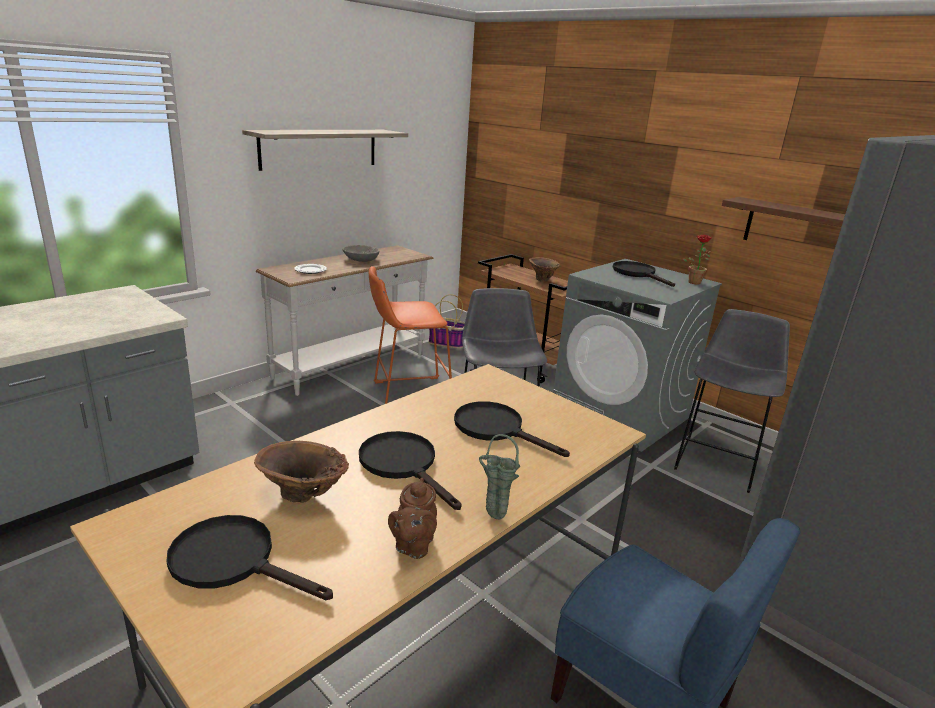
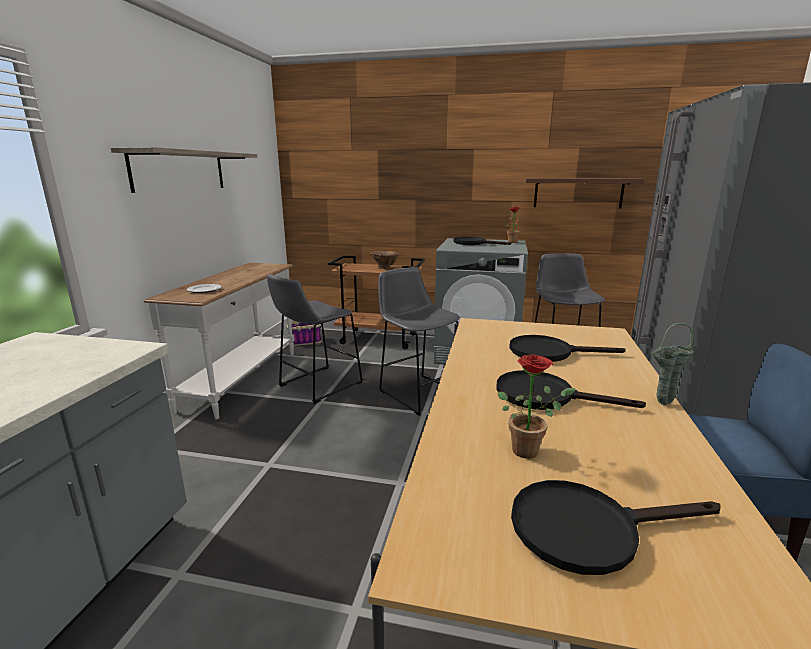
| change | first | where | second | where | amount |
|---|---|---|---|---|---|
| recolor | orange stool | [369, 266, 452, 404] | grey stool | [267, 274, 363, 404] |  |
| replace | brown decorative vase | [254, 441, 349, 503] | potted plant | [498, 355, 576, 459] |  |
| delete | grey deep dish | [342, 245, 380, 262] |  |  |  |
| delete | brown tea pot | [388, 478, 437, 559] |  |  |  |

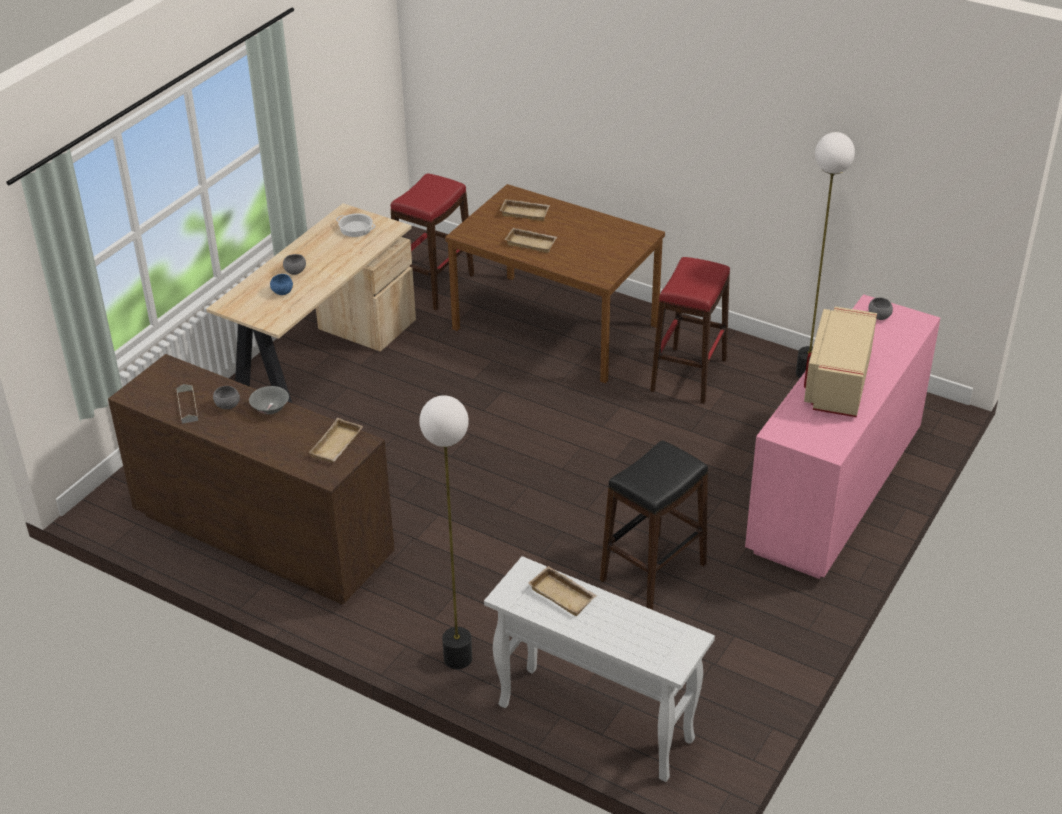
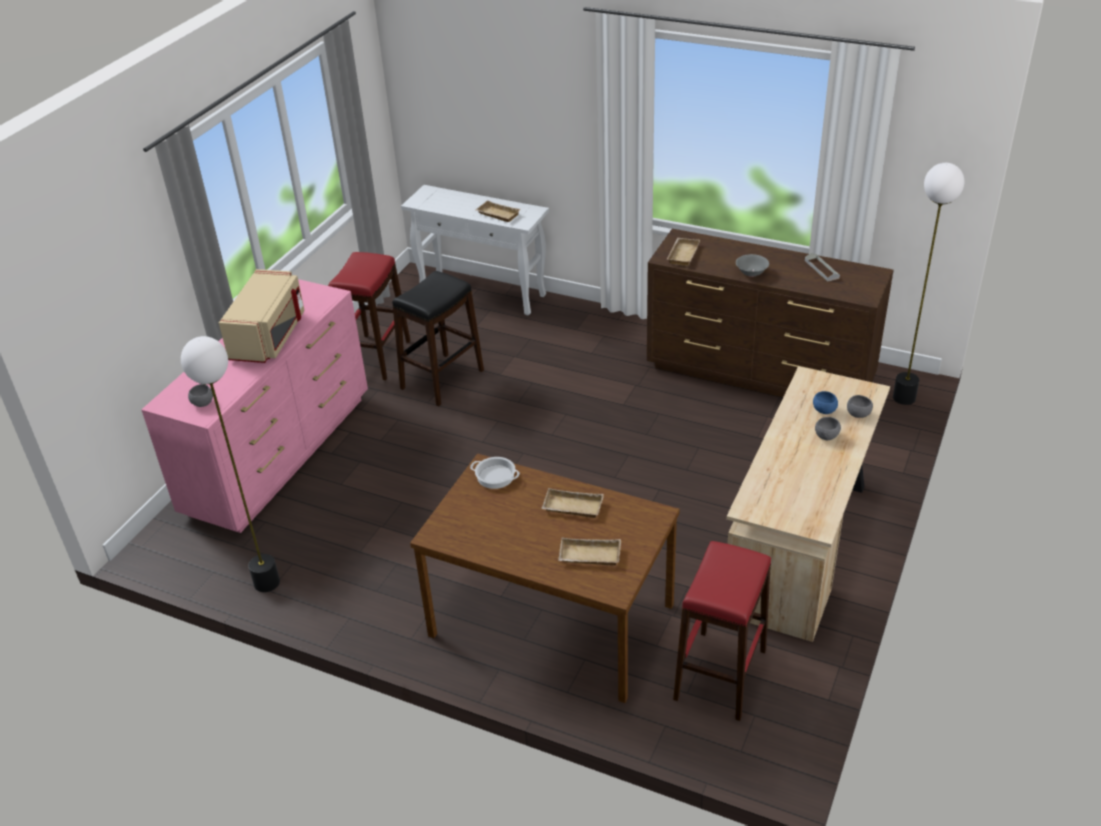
| change | first | where | second | where | amount |
|---|---|---|---|---|---|
| move | red stool | [650, 257, 730, 404] |  | [328, 252, 411, 380] |  |
| move | cooking pot | [336, 213, 376, 237] |  | [470, 457, 520, 489] |  |
| move | grey deep dish | [213, 386, 240, 409] |  | [847, 395, 873, 418] |  |
| move | standard lamp | [419, 395, 472, 669] |  | [893, 163, 964, 405] |  |

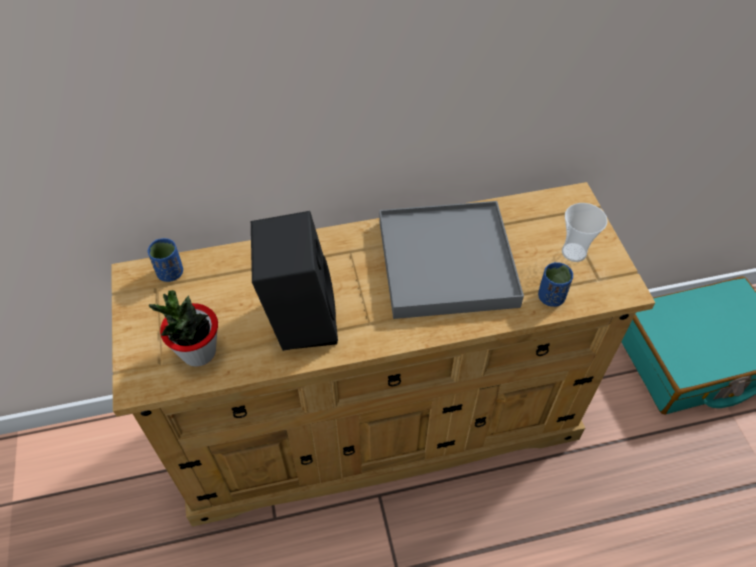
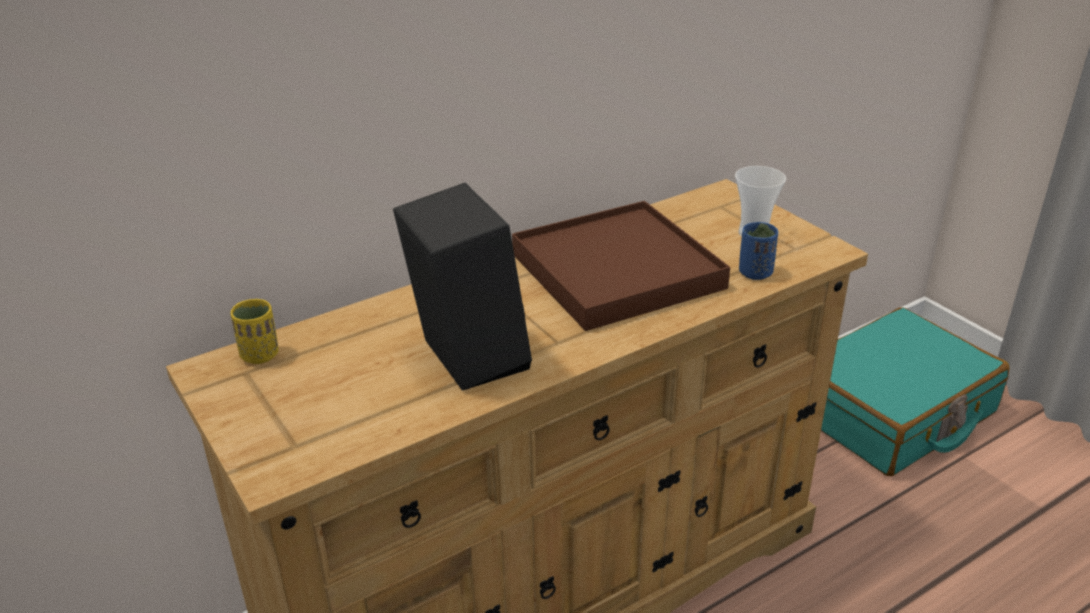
| change | first | where | second | where | amount |
|---|---|---|---|---|---|
| recolor | bluish drinking cup | [148, 238, 183, 282] | yellow-coloured drinking cup | [231, 299, 279, 364] |  |
| recolor | grey carrying tray | [379, 201, 524, 319] | brown carrying tray | [512, 201, 730, 331] |  |
| delete | potted plant | [149, 290, 218, 367] |  |  |  |

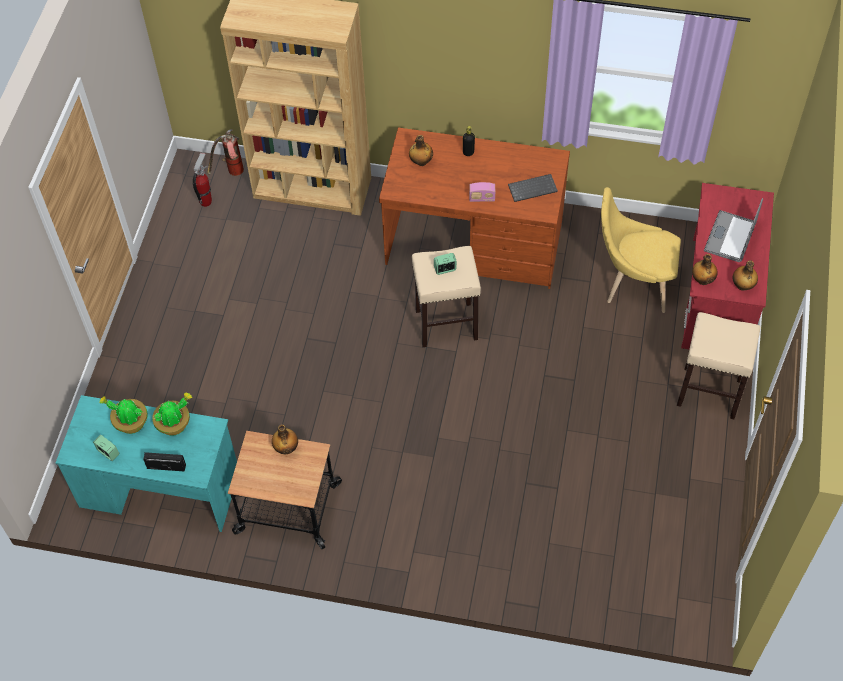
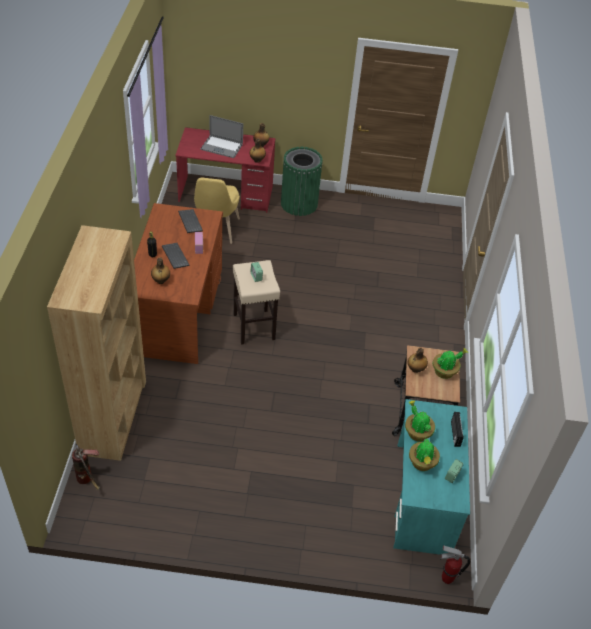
| change | first | where | second | where | amount |
|---|---|---|---|---|---|
| insert |  |  | PC keyboard | [162, 243, 190, 269] |  |
| replace | beige stool | [677, 312, 761, 419] | green waste bin | [281, 147, 323, 216] |  |
| insert |  |  | potted plant | [433, 348, 468, 379] |  |
| move | extinguisher | [193, 152, 212, 207] |  | [440, 545, 470, 584] |  |

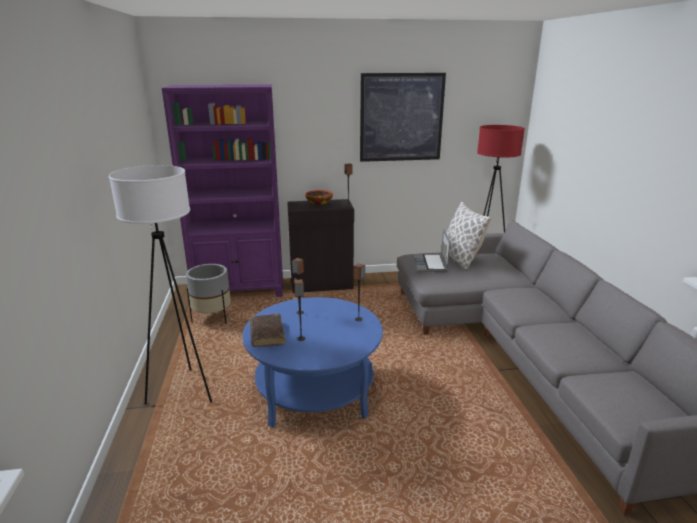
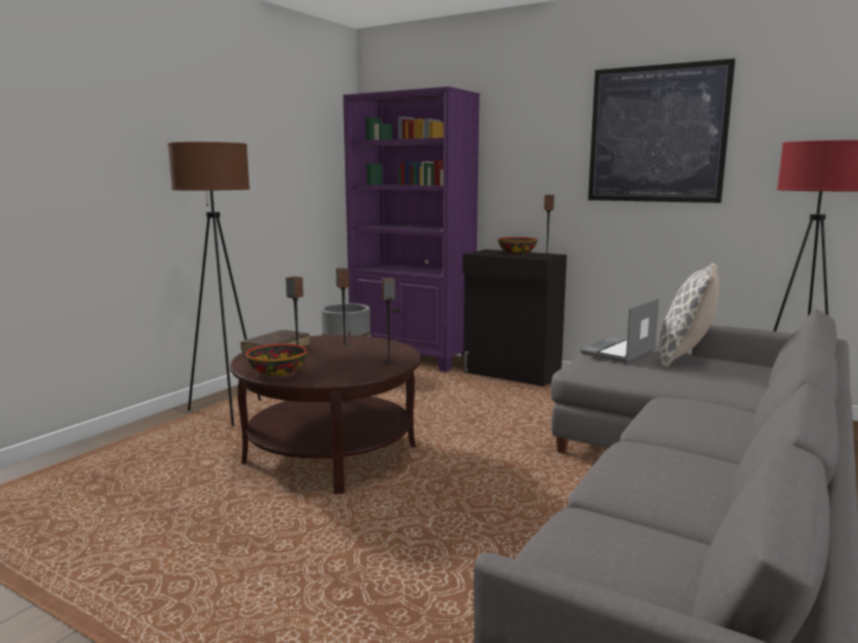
| change | first | where | second | where | amount |
|---|---|---|---|---|---|
| recolor | whitish standard lamp | [109, 165, 212, 404] | brown standard lamp | [168, 142, 261, 426] |  |
| recolor | bluish coffee table | [243, 297, 383, 428] | brown coffee table | [230, 335, 421, 494] |  |
| insert |  |  | deep dish | [246, 344, 307, 376] |  |

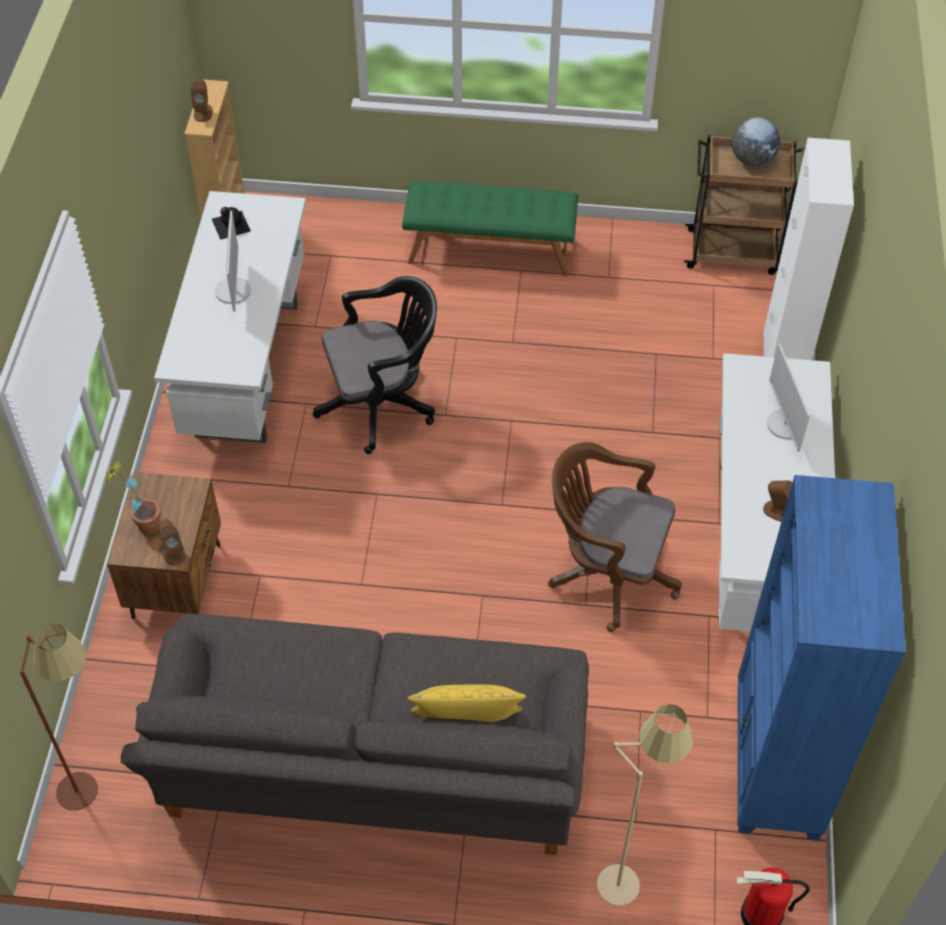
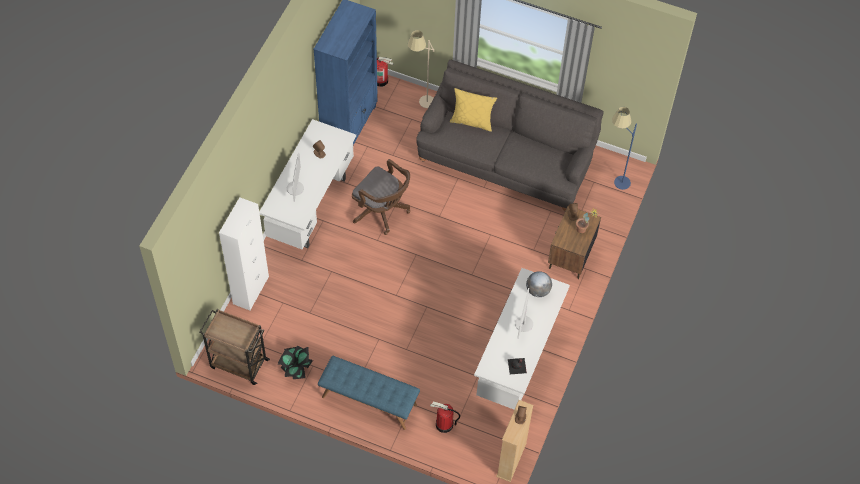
| change | first | where | second | where | amount |
|---|---|---|---|---|---|
| insert |  |  | potted plant | [278, 345, 313, 379] |  |
| recolor | green indoor bench | [402, 181, 578, 276] | bluish indoor bench | [318, 356, 420, 430] |  |
| insert |  |  | extinguisher | [430, 402, 460, 433] |  |
| move | world globe | [732, 117, 780, 166] |  | [526, 271, 552, 297] |  |
| recolor | brown standard lamp | [19, 624, 98, 810] | bluish standard lamp | [612, 107, 637, 190] |  |
| delete | blackish office chair | [313, 276, 437, 454] |  |  |  |

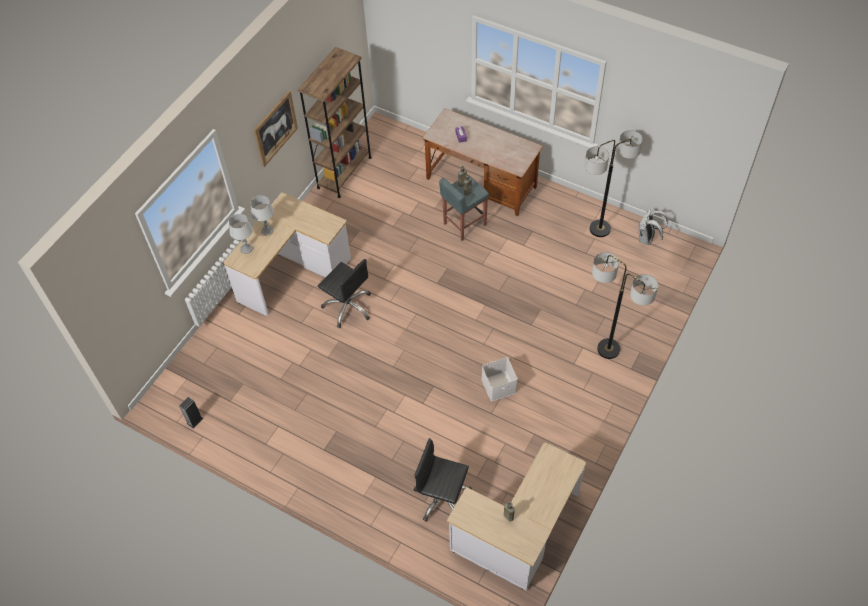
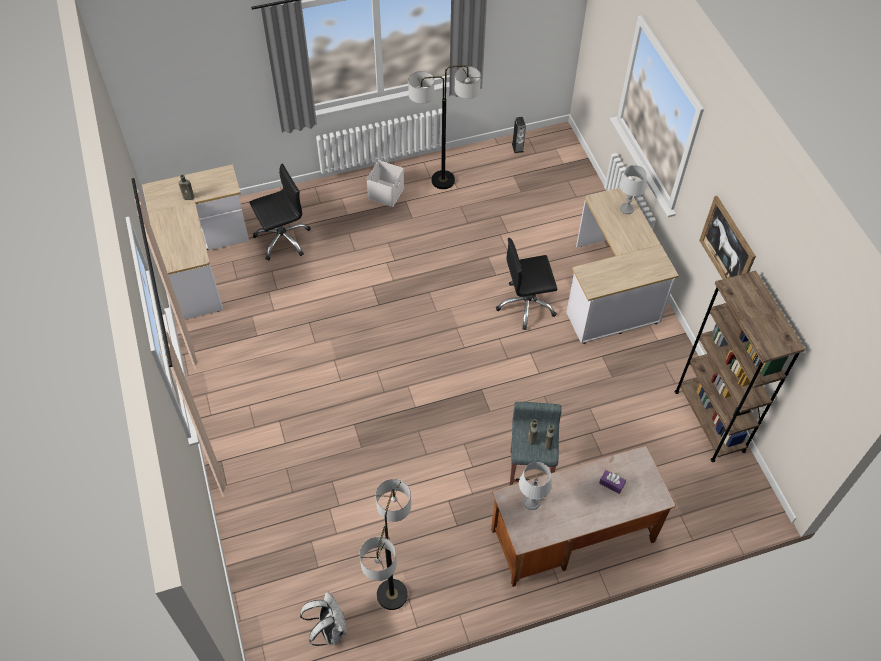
| change | first | where | second | where | amount |
|---|---|---|---|---|---|
| move | whitish storage container | [482, 357, 518, 401] |  | [367, 160, 404, 207] |  |
| move | standard lamp | [592, 252, 658, 359] |  | [408, 65, 481, 189] |  |
| move | grey table lamp | [251, 195, 274, 236] |  | [519, 462, 552, 510] |  |

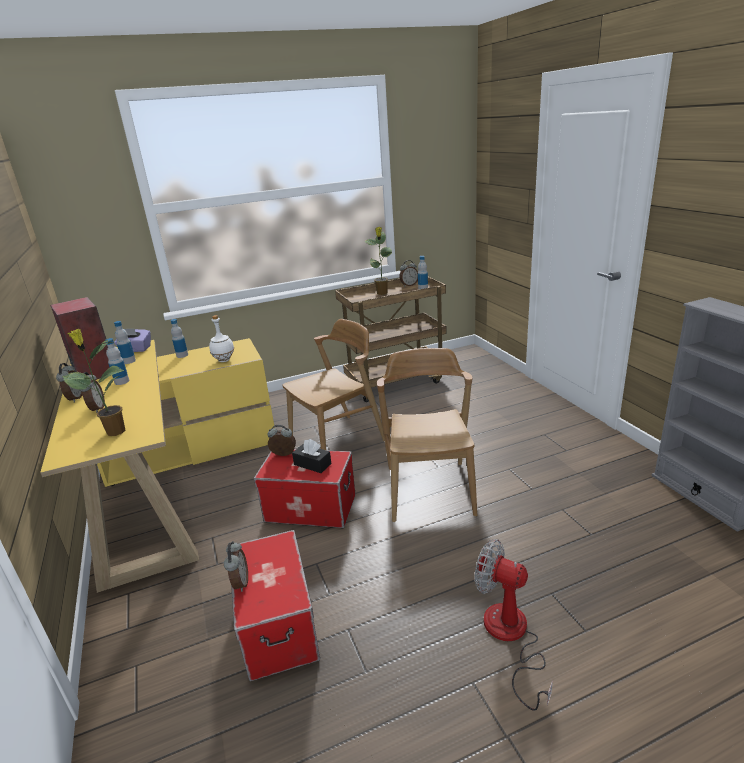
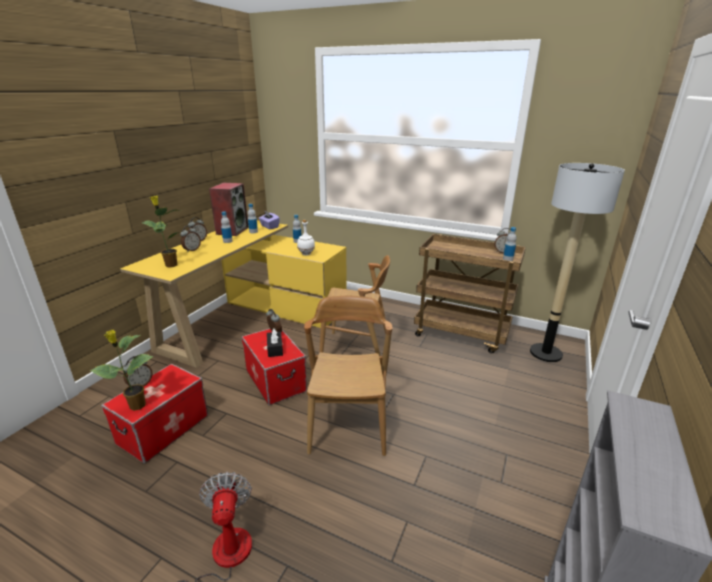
| change | first | where | second | where | amount |
|---|---|---|---|---|---|
| move | potted plant | [364, 227, 393, 295] |  | [90, 330, 154, 411] |  |
| rotate | brown chair | [377, 348, 477, 522] |  | [304, 296, 393, 456] | 45 degrees counterclockwise |
| insert |  |  | standard lamp | [530, 163, 625, 362] |  |

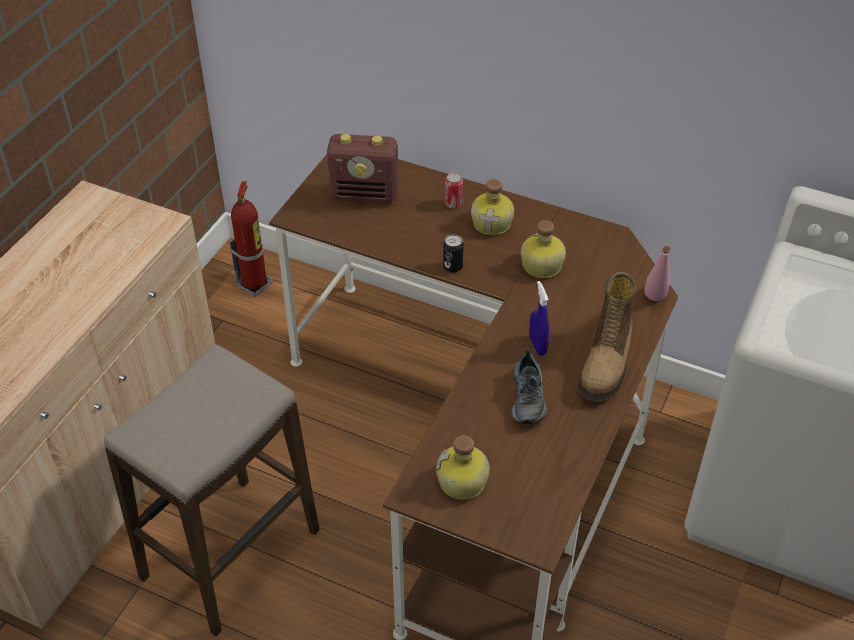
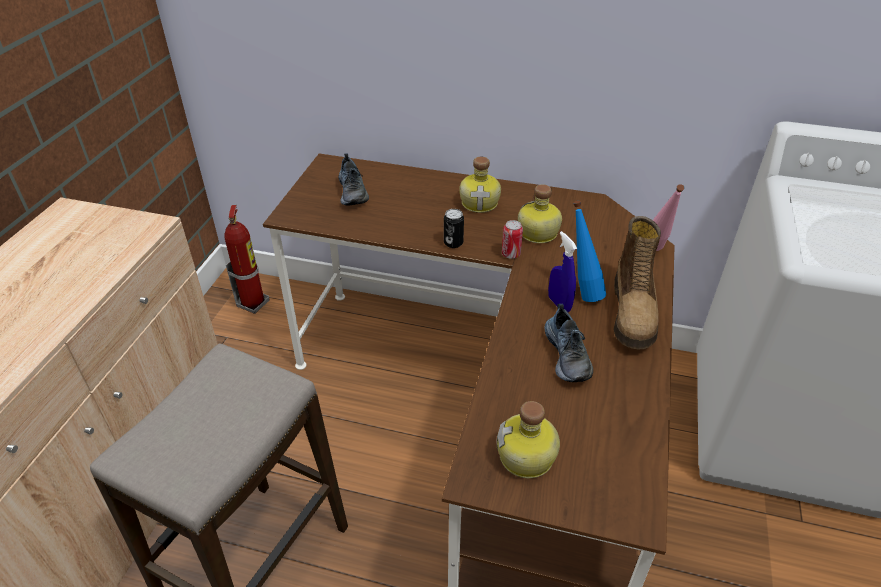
| change | first | where | second | where | amount |
|---|---|---|---|---|---|
| replace | radio | [327, 134, 399, 203] | low shoe | [339, 154, 369, 205] |  |
| move | metal can | [445, 173, 463, 208] |  | [502, 220, 523, 259] |  |
| insert |  |  | bluish drink bottle | [573, 201, 606, 302] |  |

